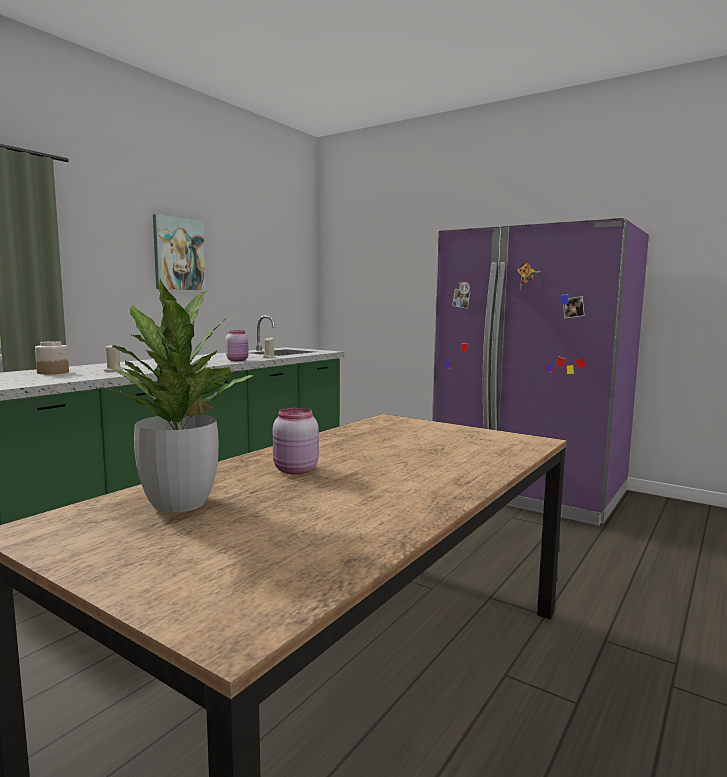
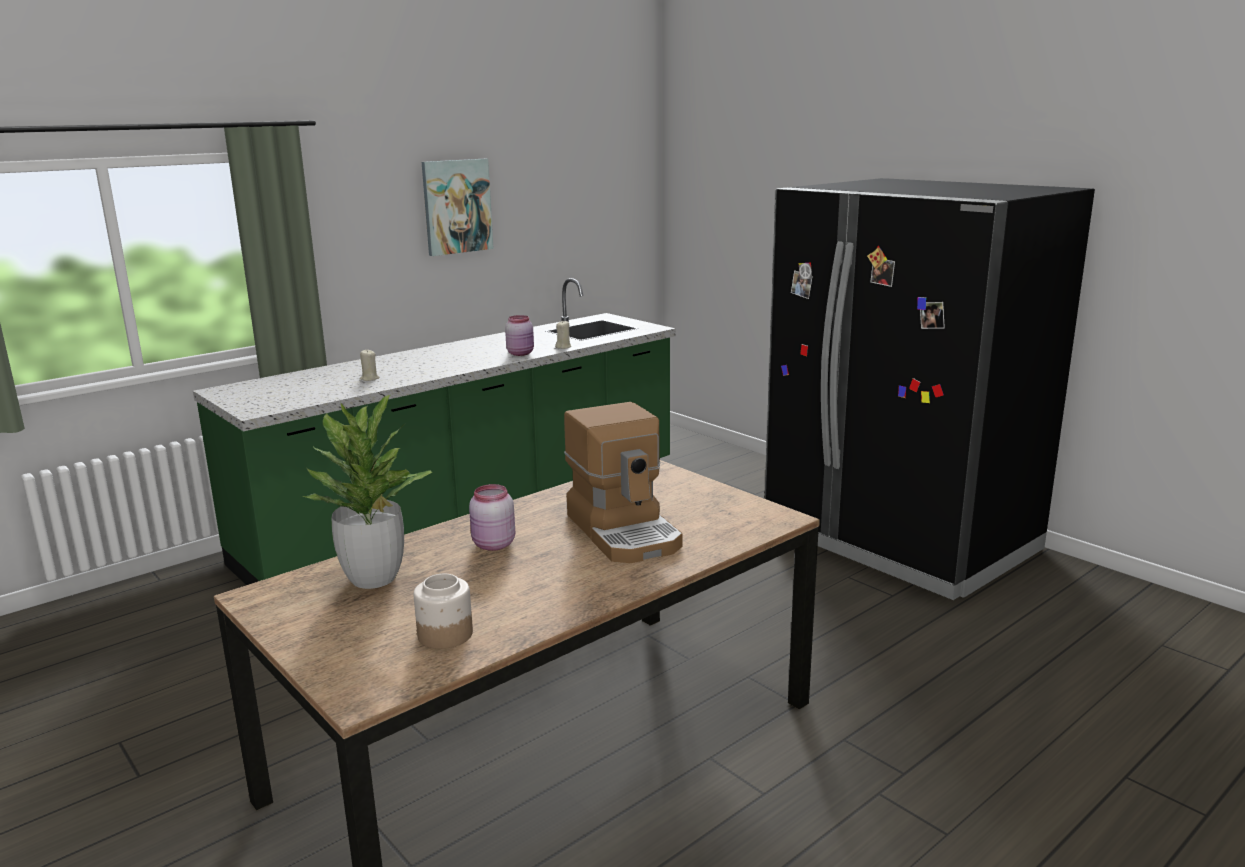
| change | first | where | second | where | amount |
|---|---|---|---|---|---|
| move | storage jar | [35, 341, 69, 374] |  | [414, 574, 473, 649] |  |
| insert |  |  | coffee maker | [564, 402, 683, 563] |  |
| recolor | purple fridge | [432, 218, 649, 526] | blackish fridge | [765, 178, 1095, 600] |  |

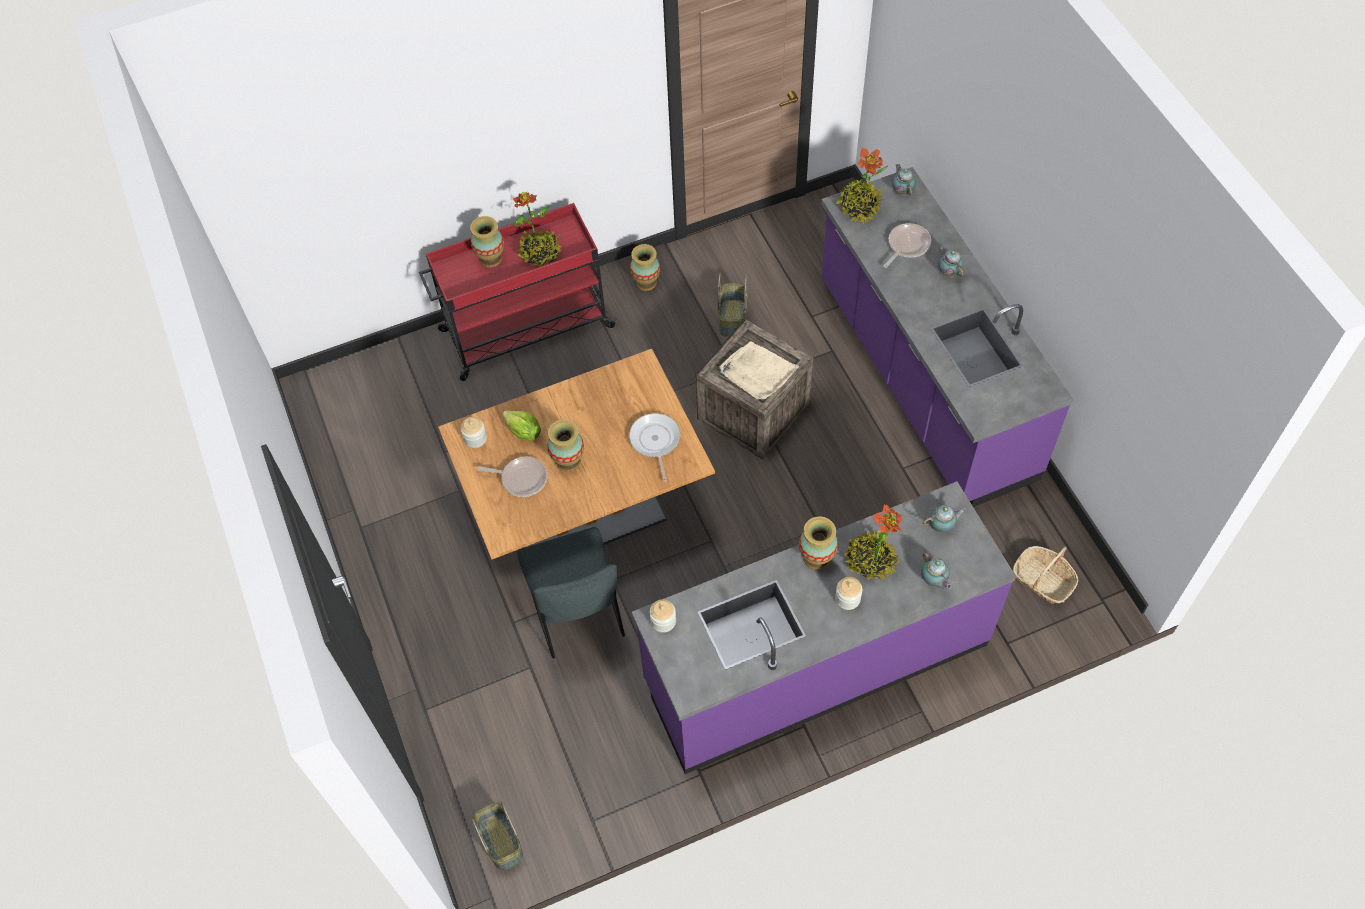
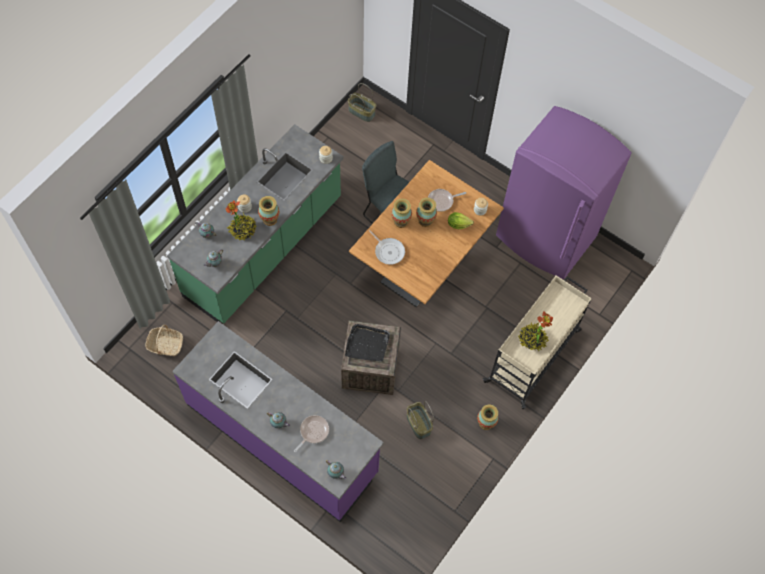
| change | first | where | second | where | amount |
|---|---|---|---|---|---|
| recolor | purple kitchen counter | [632, 481, 1016, 774] | green kitchen counter | [167, 124, 344, 324] |  |
| rotate | frying pan | [883, 223, 931, 268] |  | [294, 415, 329, 452] | 150 degrees counterclockwise |
| recolor | beige carrying tray | [719, 341, 800, 400] | blackish carrying tray | [345, 324, 390, 362] |  |
| move | decorative vase | [470, 216, 504, 268] |  | [391, 198, 412, 228] |  |
| recolor | red cart | [419, 203, 617, 381] | beige cart | [483, 276, 592, 409] |  |
| insert |  |  | purple fridge | [496, 106, 632, 279] |  |
| delete | potted plant | [836, 147, 888, 224] |  |  |  |

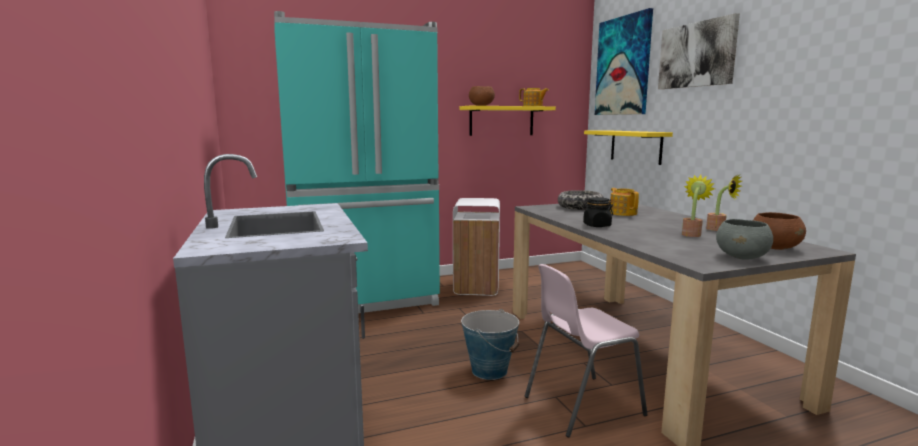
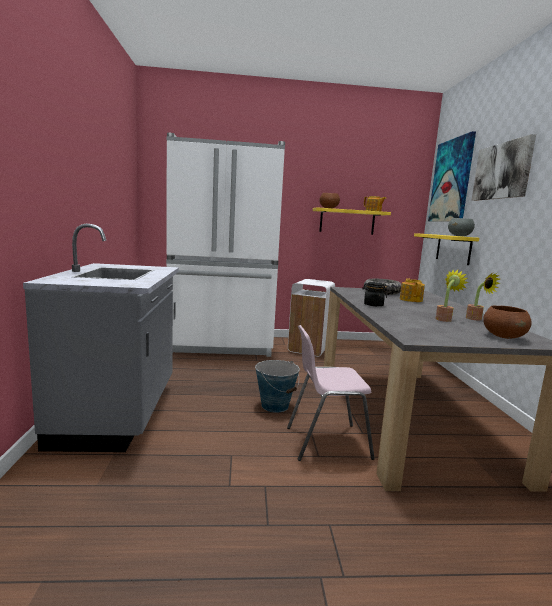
| change | first | where | second | where | amount |
|---|---|---|---|---|---|
| recolor | turquoise-coloured fridge | [274, 11, 440, 313] | whitish fridge | [166, 132, 285, 357] |  |
| move | grey deep dish | [716, 219, 773, 260] |  | [448, 218, 475, 236] |  |

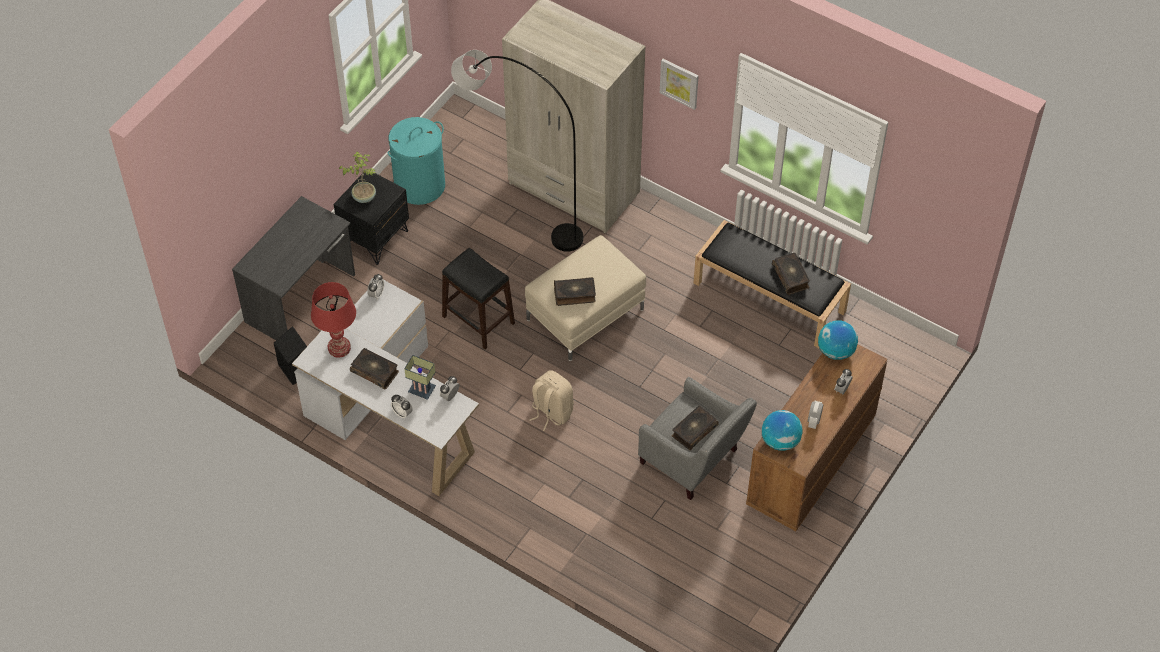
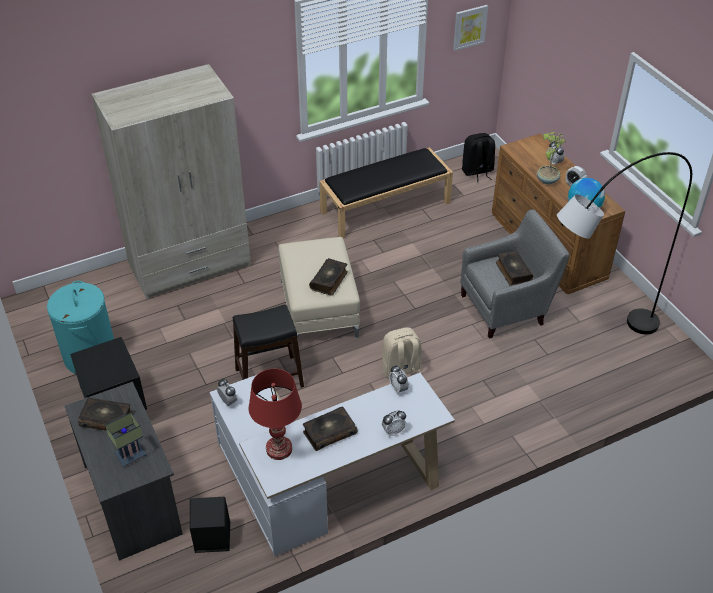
| change | first | where | second | where | amount |
|---|---|---|---|---|---|
| move | book | [772, 253, 810, 295] |  | [78, 398, 133, 434] |  |
| move | table lamp | [404, 355, 436, 400] |  | [105, 412, 146, 467] |  |
| move | wall picture | [660, 59, 699, 110] |  | [453, 5, 488, 51] |  |
| insert |  |  | blackish rucksack | [462, 133, 495, 182] |  |
| move | potted plant | [339, 151, 376, 203] |  | [537, 132, 565, 184] |  |
| move | grey standard lamp | [451, 50, 583, 252] |  | [557, 152, 692, 334] |  |
| delete | world globe | [818, 320, 858, 360] |  |  |  |

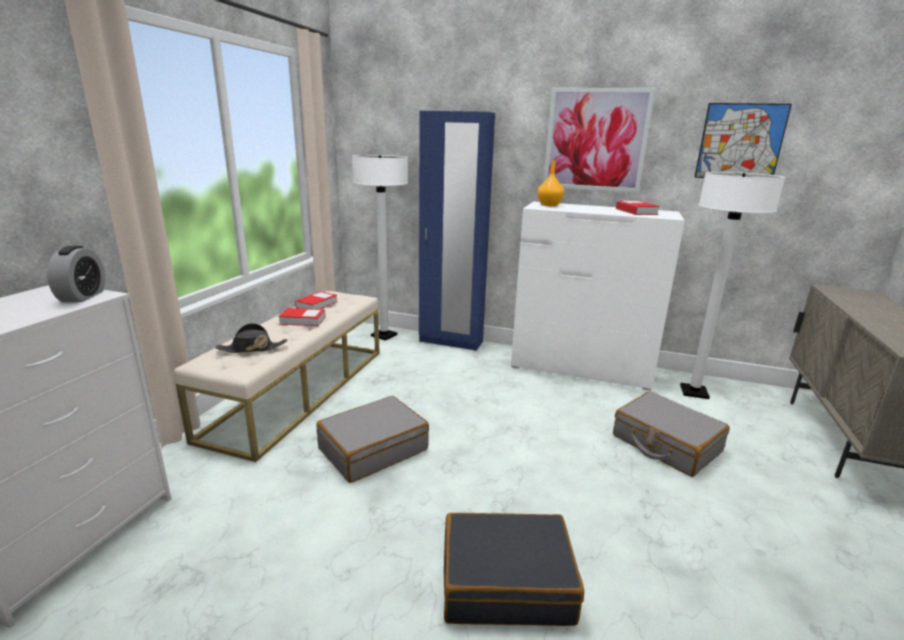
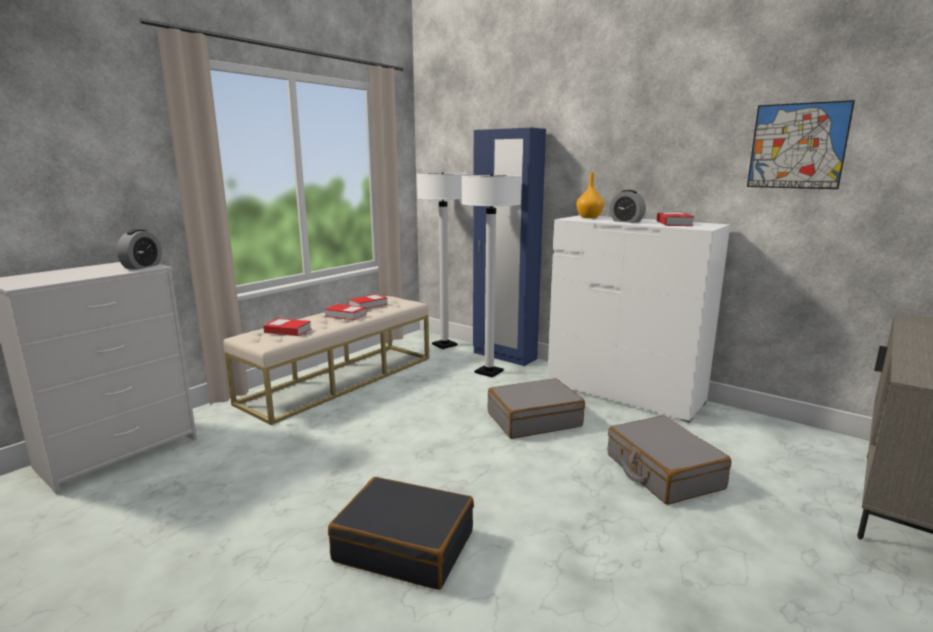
| change | first | where | second | where | amount |
|---|---|---|---|---|---|
| replace | blackish hat | [215, 323, 287, 353] | book | [263, 318, 311, 336] |  |
| move | whitish standard lamp | [680, 172, 785, 399] |  | [462, 174, 522, 378] |  |
| move | grey travel case | [316, 396, 429, 483] |  | [488, 378, 585, 439] |  |
| insert |  |  | bedside clock | [610, 190, 646, 223] |  |
| delete | wall picture | [543, 88, 655, 193] |  |  |  |

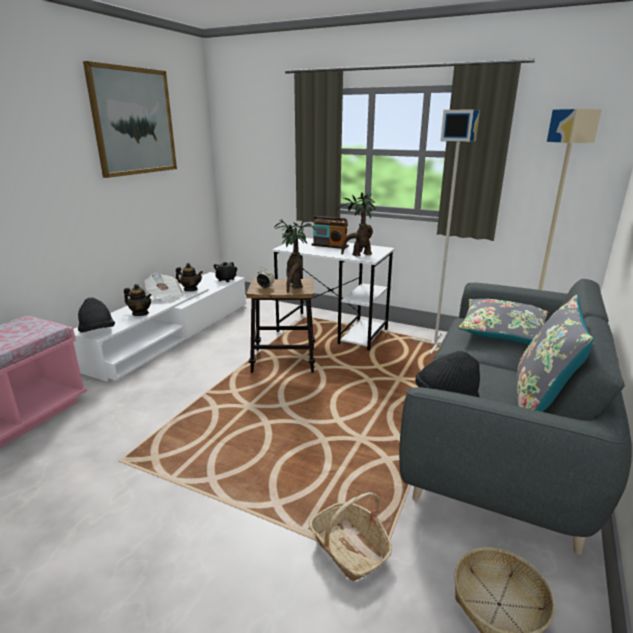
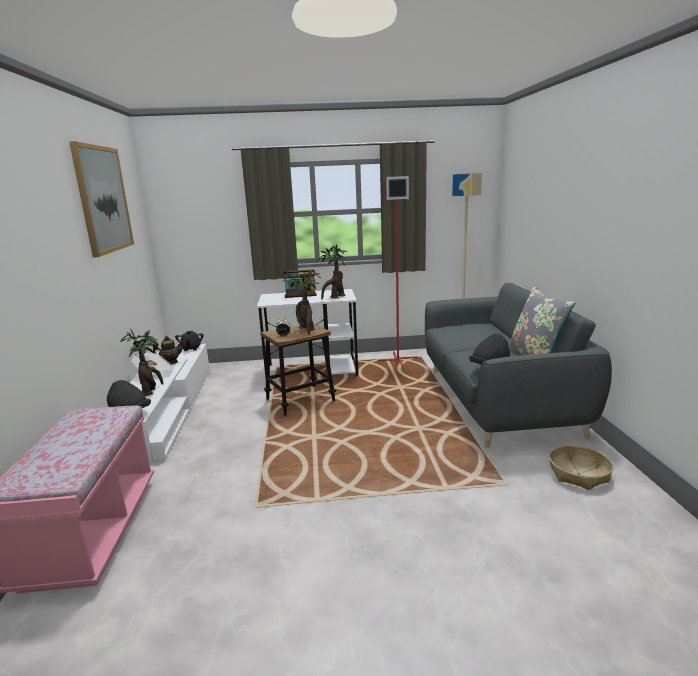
| change | first | where | second | where | amount |
|---|---|---|---|---|---|
| replace | tea pot | [124, 284, 152, 316] | potted plant | [120, 329, 163, 396] |  |
| recolor | grey standard lamp | [410, 109, 480, 354] | red standard lamp | [378, 176, 418, 367] |  |
| delete | storage basket | [309, 492, 392, 581] |  |  |  |
| delete | grey throw pillow | [459, 299, 548, 344] |  |  |  |

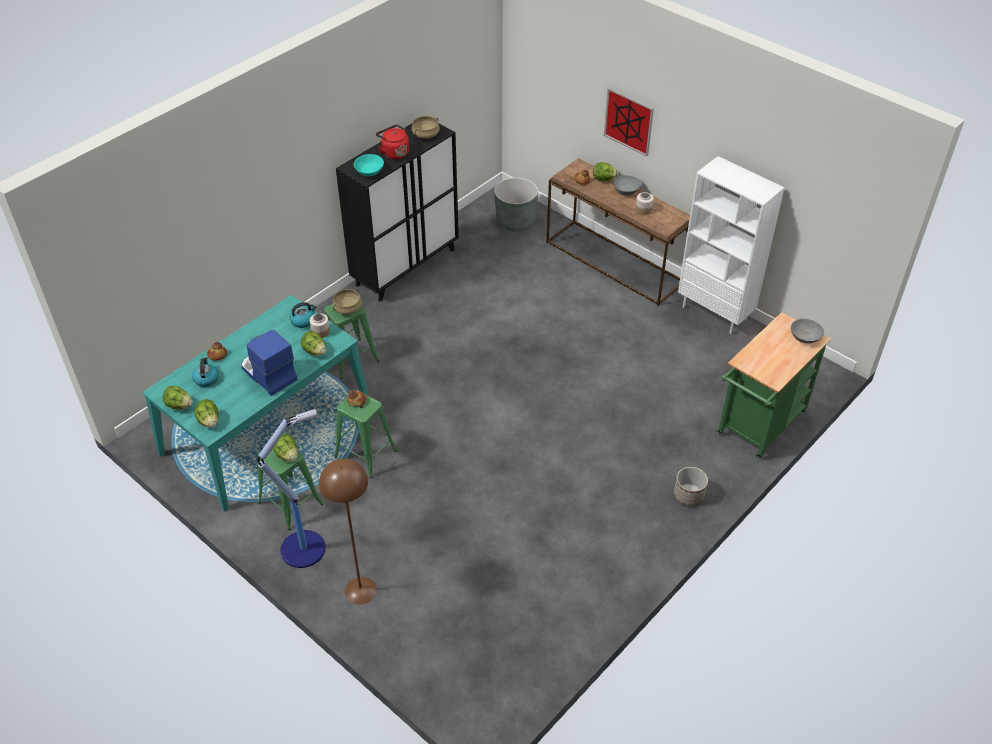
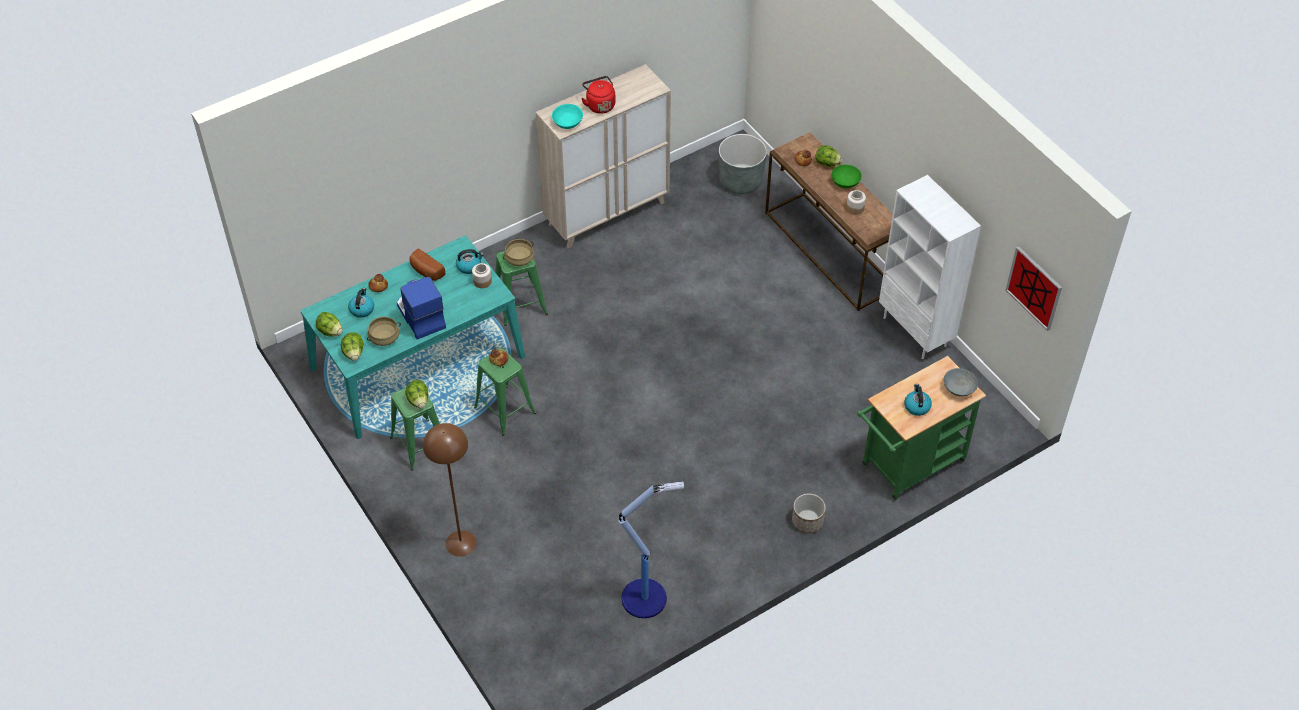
| change | first | where | second | where | amount |
|---|---|---|---|---|---|
| move | beige cooking pot | [412, 116, 440, 139] |  | [367, 317, 401, 346] |  |
| insert |  |  | bakery bread | [410, 248, 445, 281] |  |
| recolor | blackish cupboard | [336, 123, 459, 302] | beige cupboard | [536, 64, 671, 248] |  |
| move | standard lamp | [257, 409, 326, 568] |  | [619, 481, 684, 618] |  |
| recolor | grey deep dish | [613, 175, 641, 196] | green deep dish | [832, 164, 862, 188] |  |
| insert |  |  | tea kettle | [904, 384, 932, 416] |  |
| move | wall picture | [604, 88, 654, 156] |  | [1006, 246, 1062, 331] |  |
| delete | head of lettuce | [301, 331, 326, 356] |  |  |  |

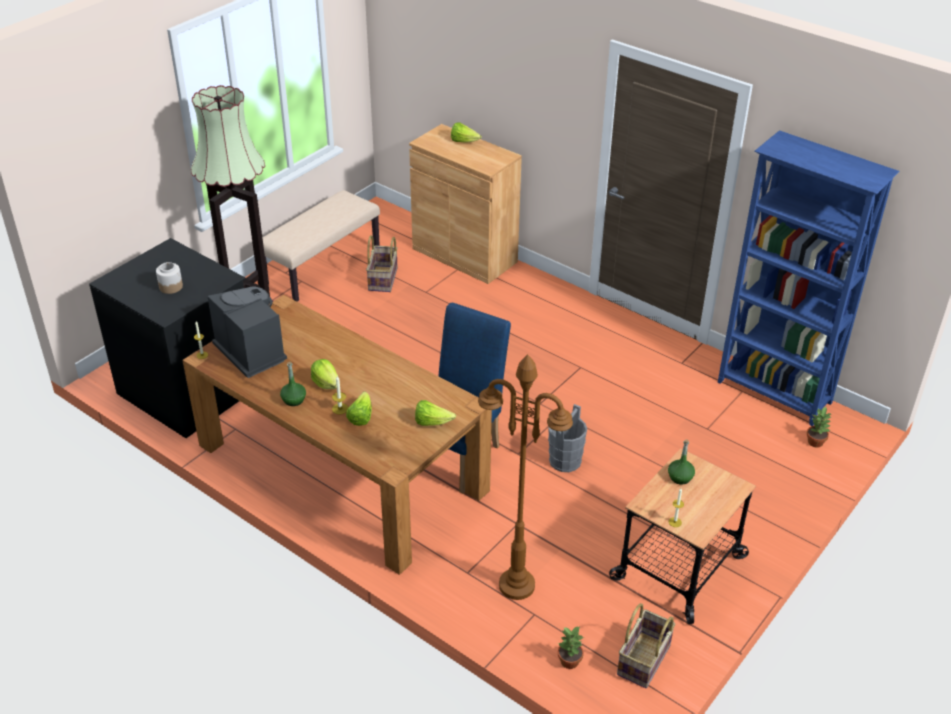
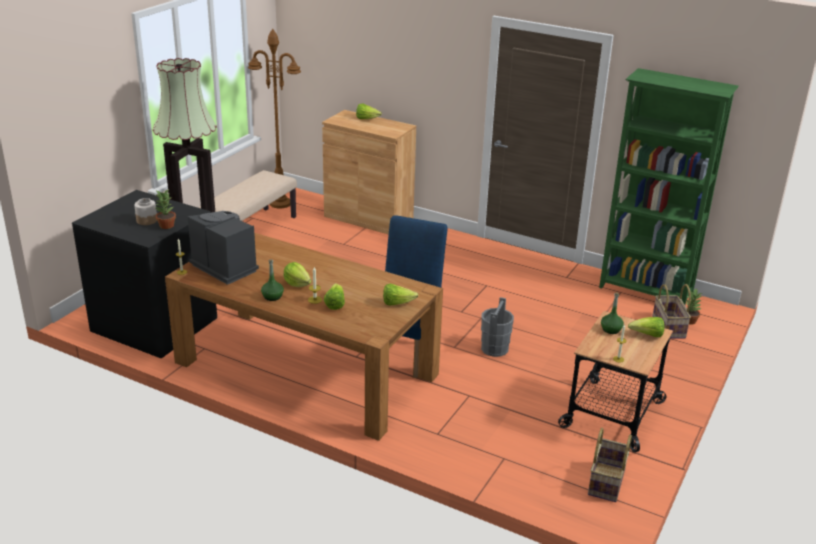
| change | first | where | second | where | amount |
|---|---|---|---|---|---|
| move | potted plant | [558, 627, 584, 669] |  | [155, 190, 176, 229] |  |
| move | brown standard lamp | [478, 354, 573, 600] |  | [248, 29, 301, 209] |  |
| recolor | bluish shelving unit | [718, 130, 899, 426] | green shelving unit | [599, 68, 739, 305] |  |
| insert |  |  | head of lettuce | [628, 317, 665, 337] |  |
| move | storage basket | [366, 235, 398, 292] |  | [652, 284, 691, 339] |  |

